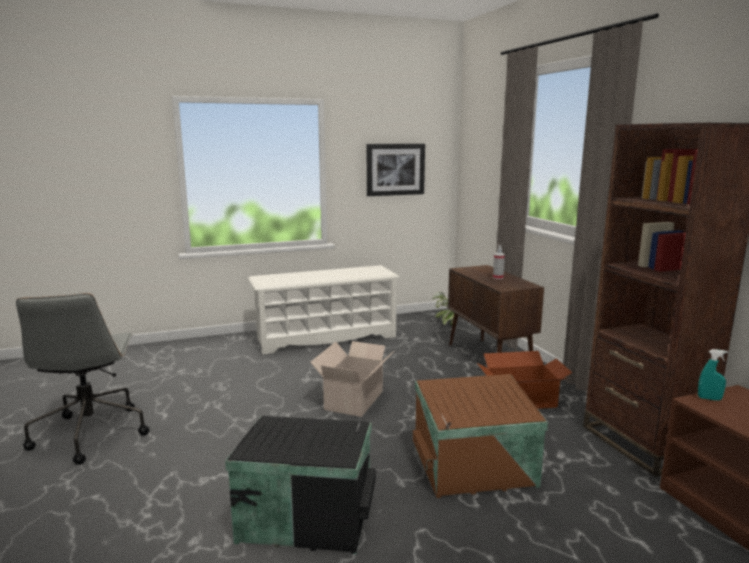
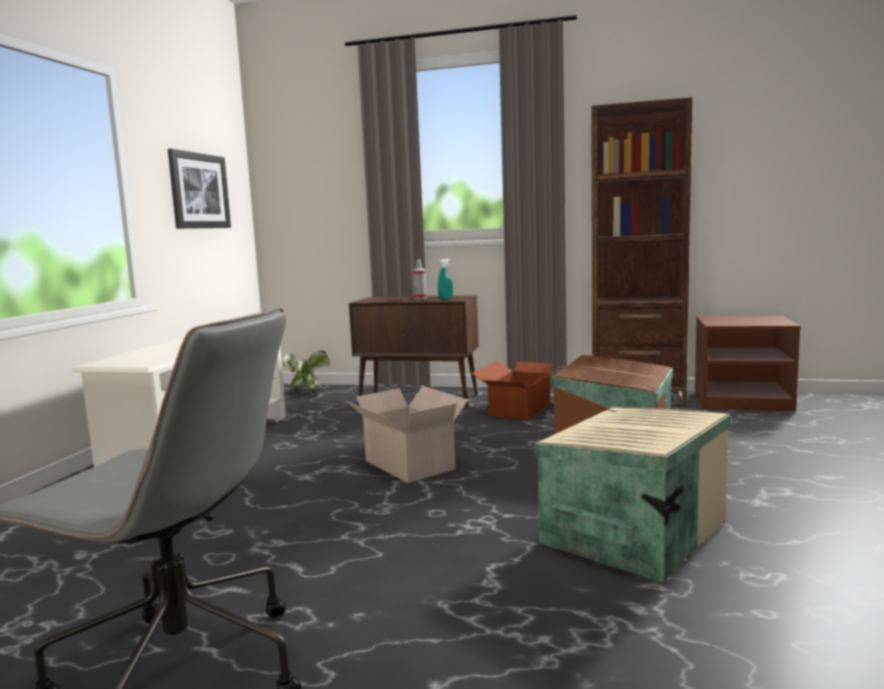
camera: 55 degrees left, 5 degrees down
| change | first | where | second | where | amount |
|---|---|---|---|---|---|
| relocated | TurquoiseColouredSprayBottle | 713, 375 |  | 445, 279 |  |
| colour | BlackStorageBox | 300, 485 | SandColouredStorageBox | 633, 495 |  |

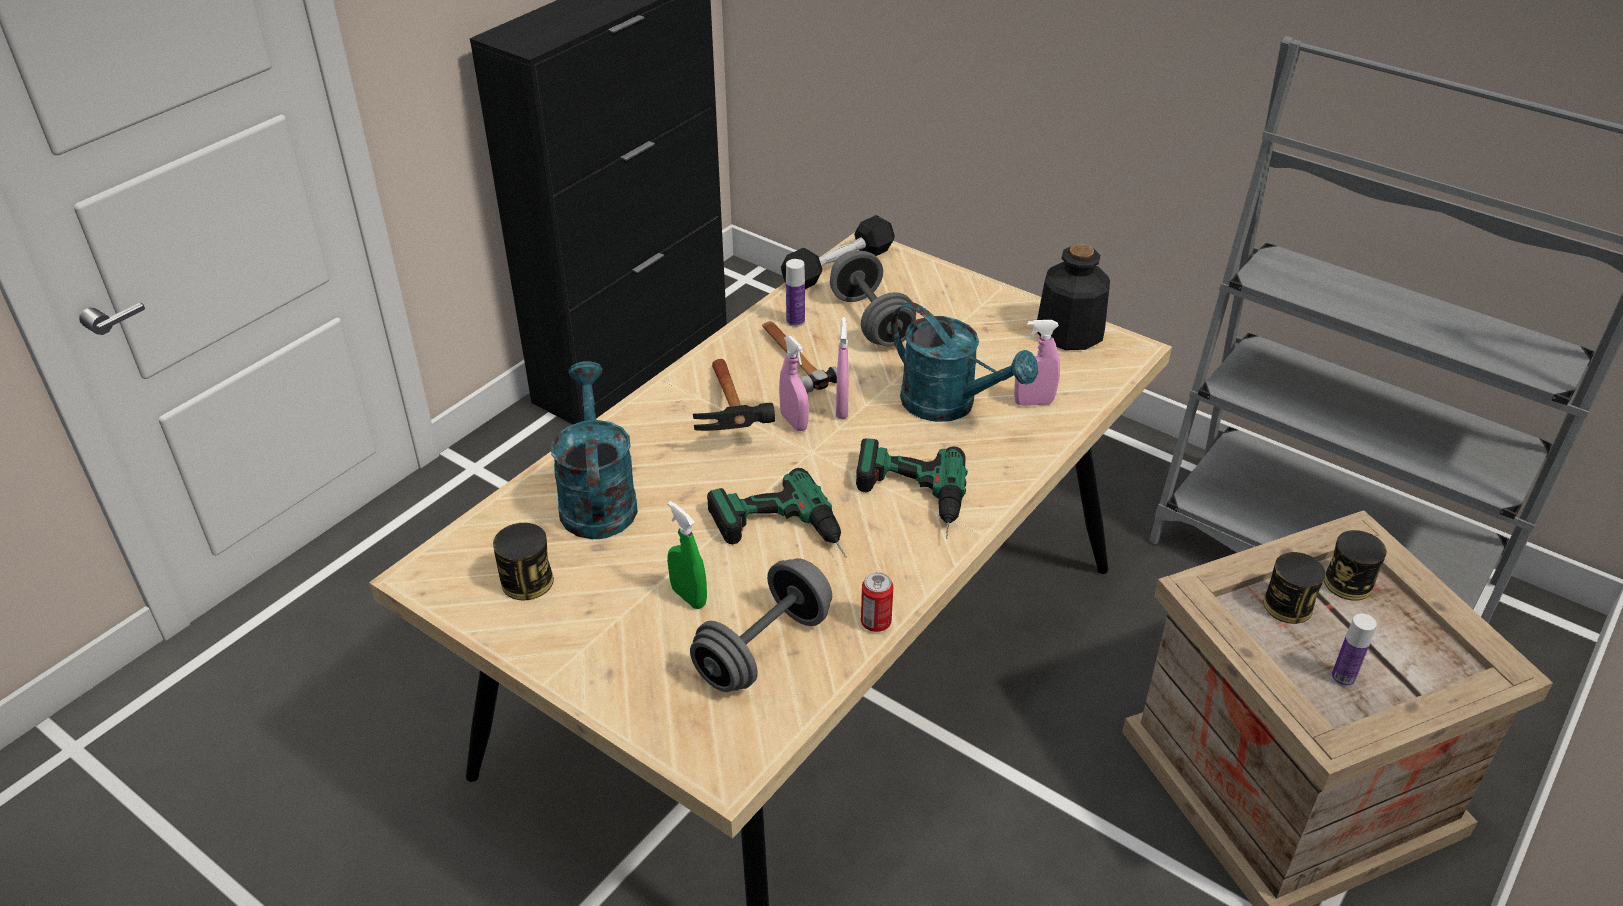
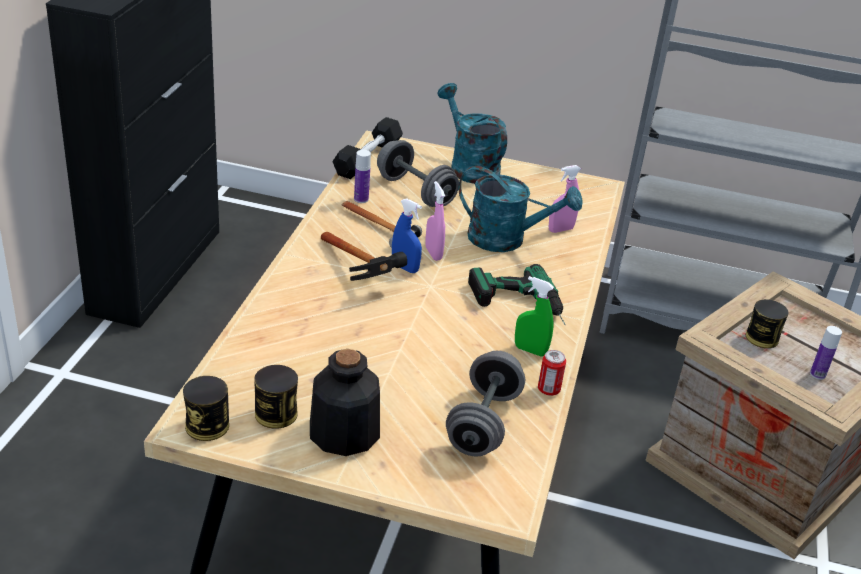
camera: 25 degrees left, 5 degrees down
| change | first | where | second | where | amount |
|---|---|---|---|---|---|
| relocated | Bottle | 1073, 297 |  | 345, 402 |  |
| colour | PinkishSprayBottle | 794, 383 | BluishSprayBottle | 407, 235 |  |
| relocated | TurquoiseColouredWateringCan | 594, 450 |  | 472, 133 |  |
| missing | Drill | 777, 513 |  |  |  |
| relocated | GreenSprayBottle | 687, 555 |  | 534, 316 |  |
| relocated | MetalCan | 1355, 565 |  | 206, 408 |  |

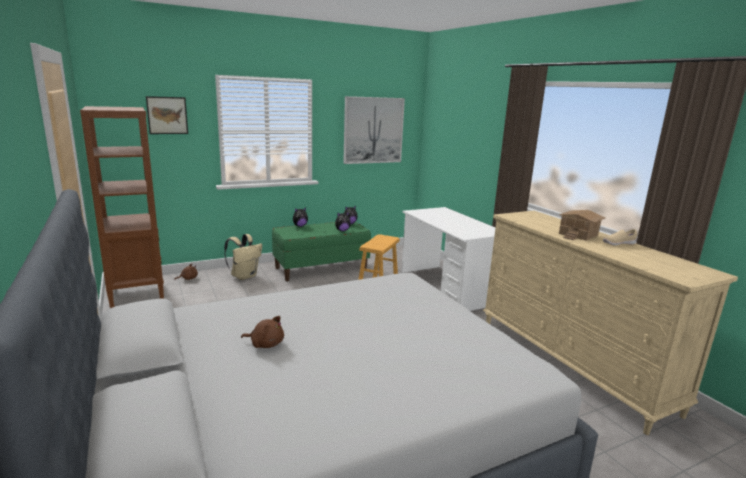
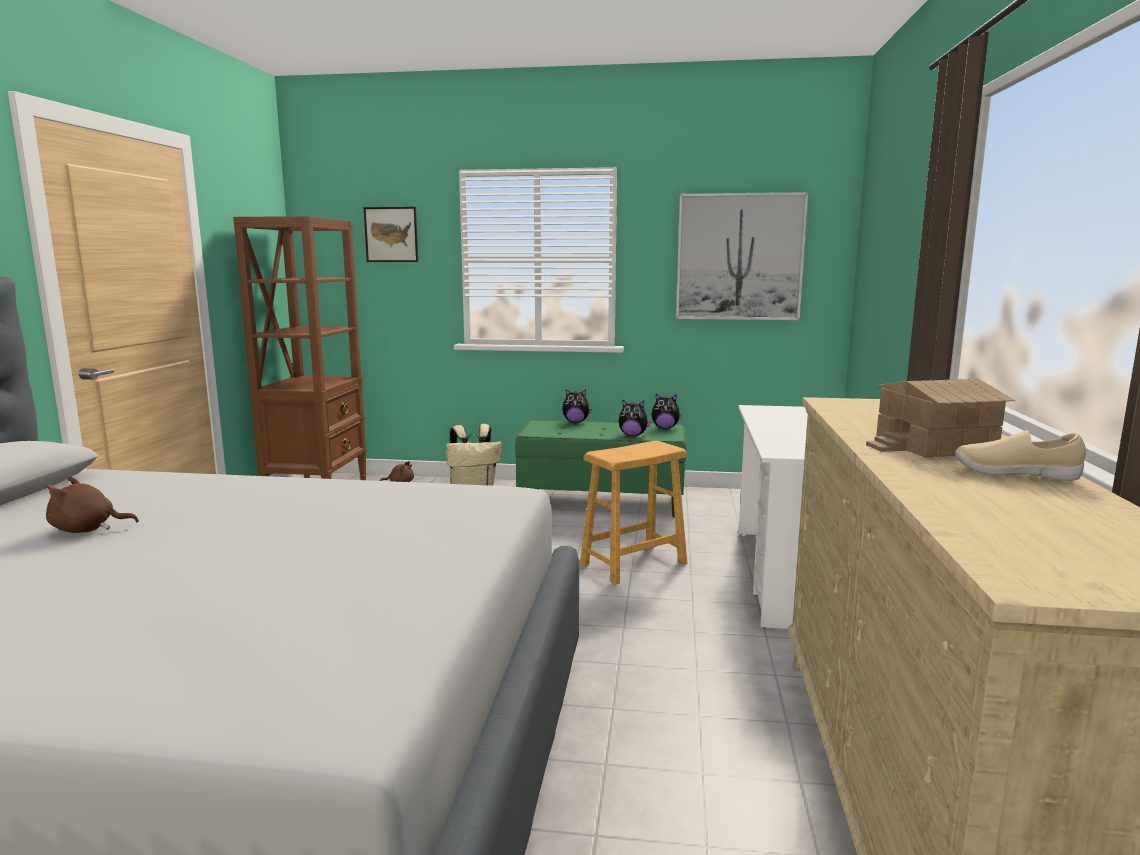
camera: 35 degrees right, 5 degrees down
| change | first | where | second | where | amount |
|---|---|---|---|---|---|
| spun | BrownColouredPlushToy | 262, 332 |  | 92, 505 | 120 degrees clockwise |

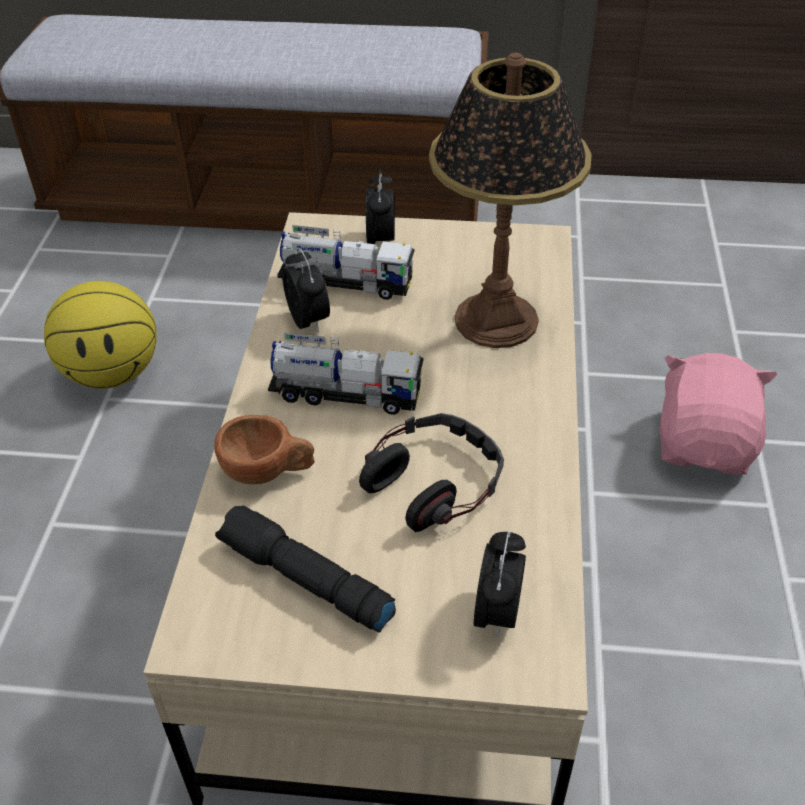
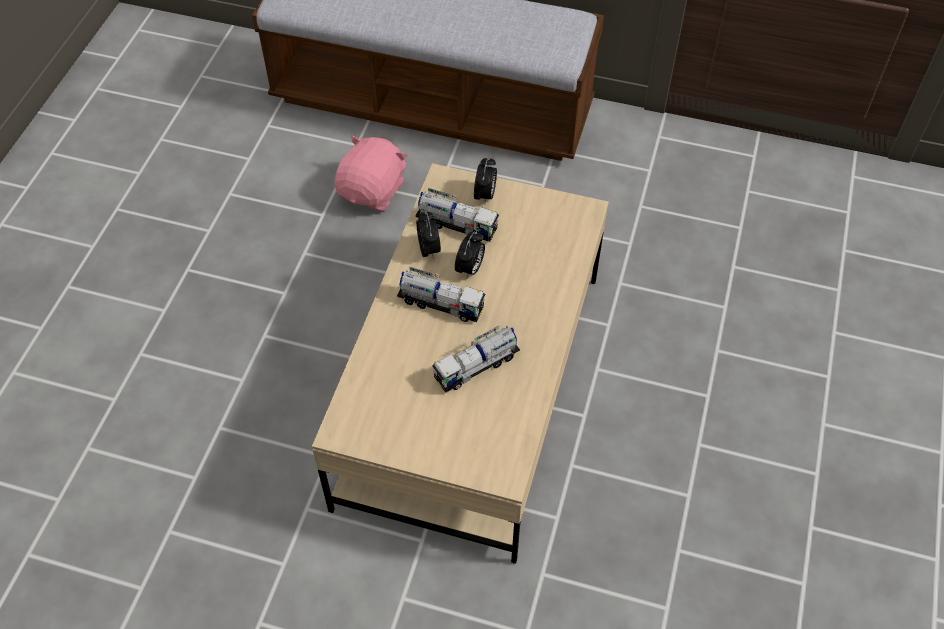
camera: 10 degrees right, 10 degrees up
| change | first | where | second | where | amount |
|---|---|---|---|---|---|
| missing | LampForATable | 510, 200 |  |  |  |
| missing | BallForBasketball | 100, 335 |  |  |  |
| relocated | PinkishPlushToy | 718, 414 |  | 371, 173 |  |
| exchanged | PairOfHeadphones | 431, 472 | ModelTruck | 476, 359 |  |
| missing | BrownColouredDrinkingCup | 264, 449 |  |  |  |
| missing | BlackHandTorch | 305, 569 |  |  |  |
| relocated | TableClock | 500, 585 |  | 470, 254 |  |

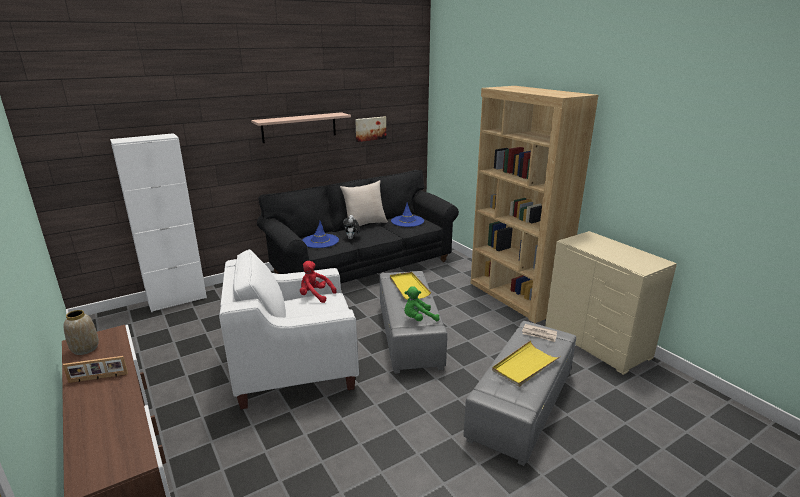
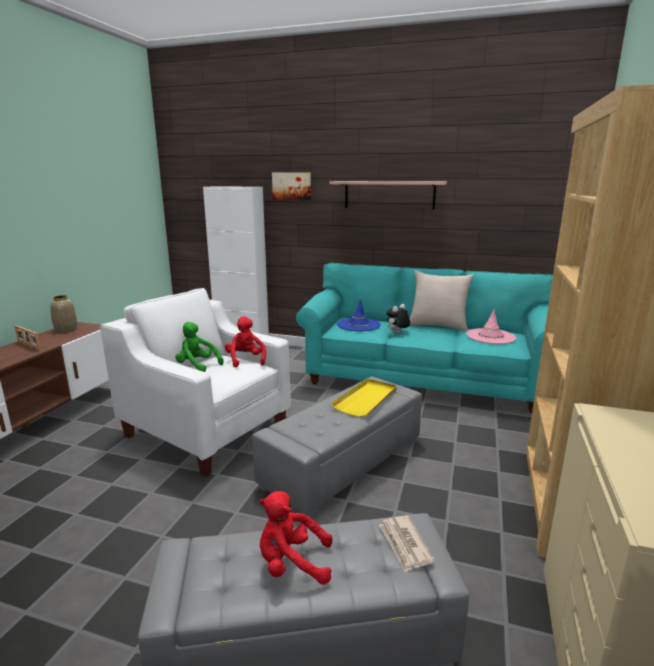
camera: 50 degrees right, 5 degrees down
| change | first | where | second | where | amount |
|---|---|---|---|---|---|
| relocated | WallPicture | 370, 129 |  | 291, 186 |  |
| colour | BlackSettee | 358, 226 | TurquoiseColouredSettee | 424, 338 |  |
| colour | BluishClothingHat | 407, 214 | PinkishClothingHat | 491, 326 |  |
| relocated | GreenPlushToy | 421, 303 |  | 199, 347 |  |
| exchanged | YellowTray | 526, 363 | ReddishPlushToy | 295, 538 |  |

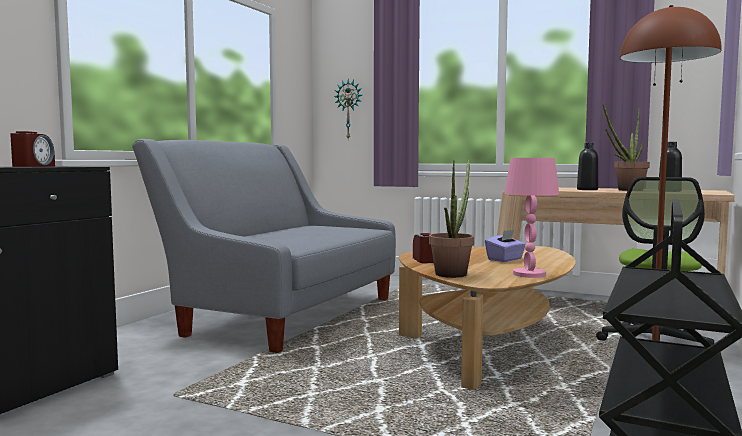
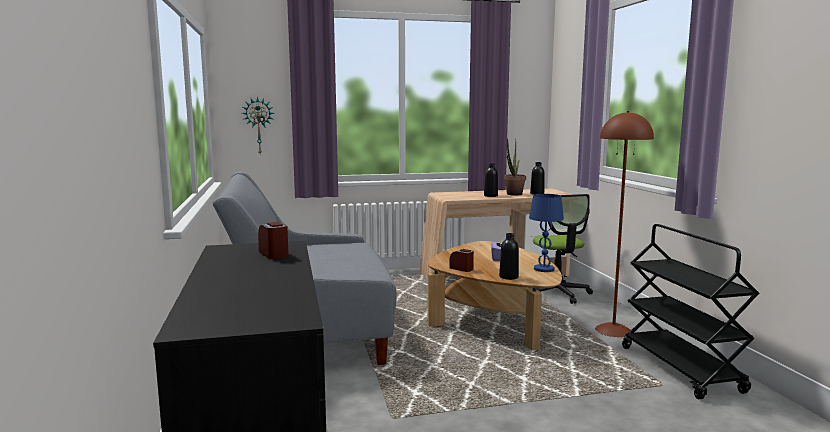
camera: 40 degrees left, 5 degrees up
| change | first | where | second | where | amount |
|---|---|---|---|---|---|
| colour | PinkishLampForATable | 531, 217 | BluishLampForATable | 546, 233 |  |
| exchanged | PottedPlant | 451, 218 | BlackBottle | 509, 256 |  |

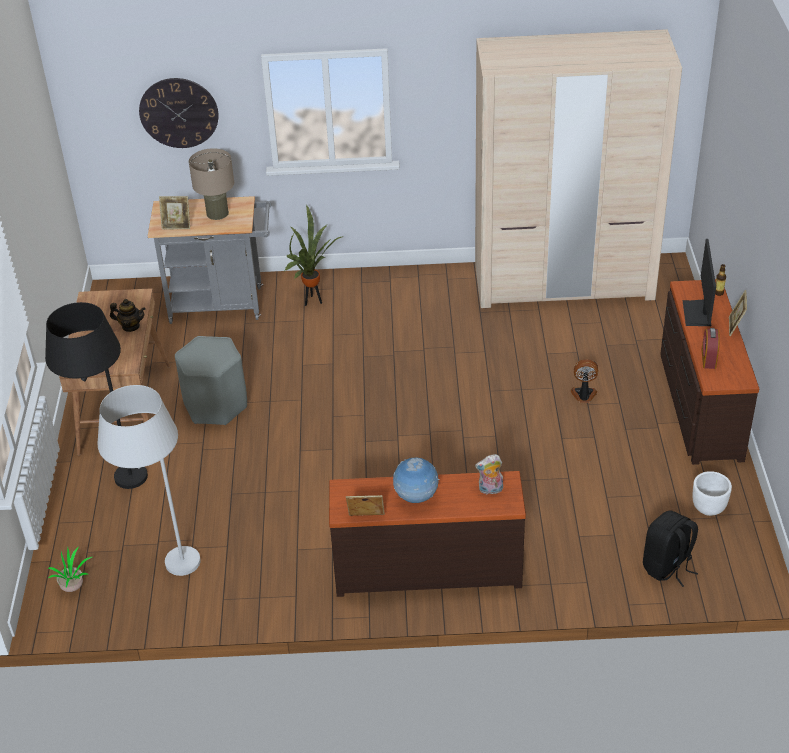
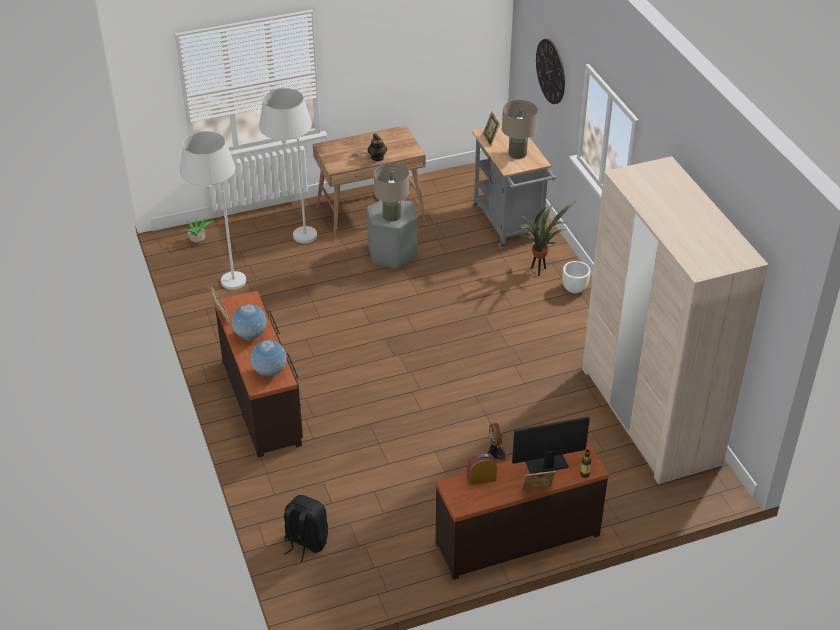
camera: 70 degrees right, 0 degrees up
| change | first | where | second | where | amount |
|---|---|---|---|---|---|
| colour | BlackFloorLamp | 96, 395 | WhiteFloorLamp | 288, 165 |  |
| exchanged | PlushToy | 489, 474 | Globe | 269, 358 |  |
| relocated | WhitePlantPot | 712, 493 |  | 576, 277 |  |
| appeared |  |  | SandColouredLampForATable | 391, 192 |  |

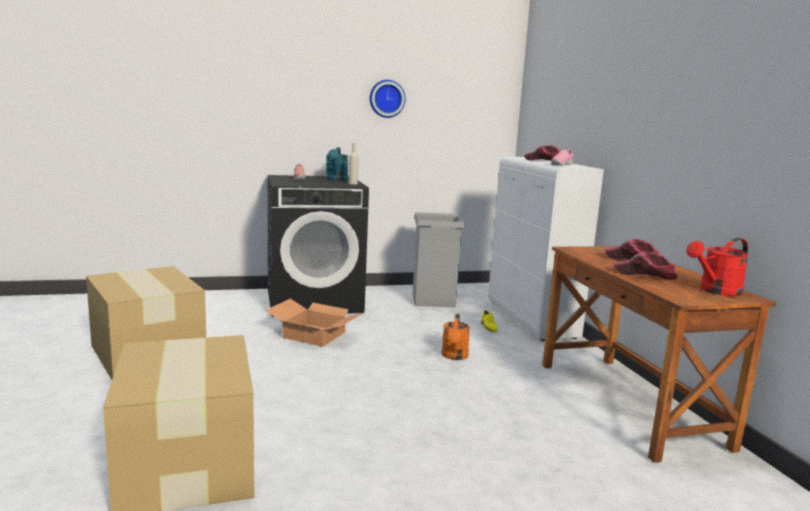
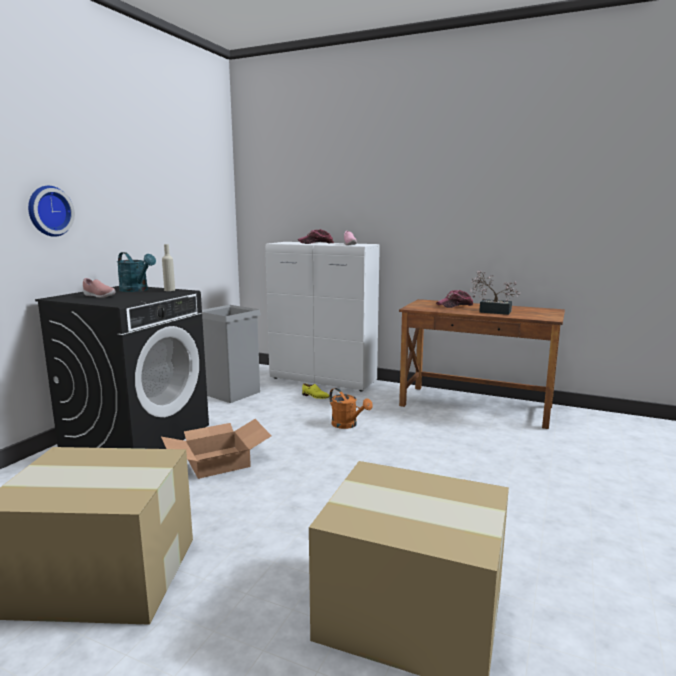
camera: 50 degrees left, 0 degrees up
| change | first | where | second | where | amount |
|---|---|---|---|---|---|
| relocated | WallClock | 387, 99 |  | 51, 211 |  |
| missing | ReddishWateringCan | 717, 267 |  |  |  |
| exchanged | Cap | 645, 265 | PottedPlant | 495, 293 |  |

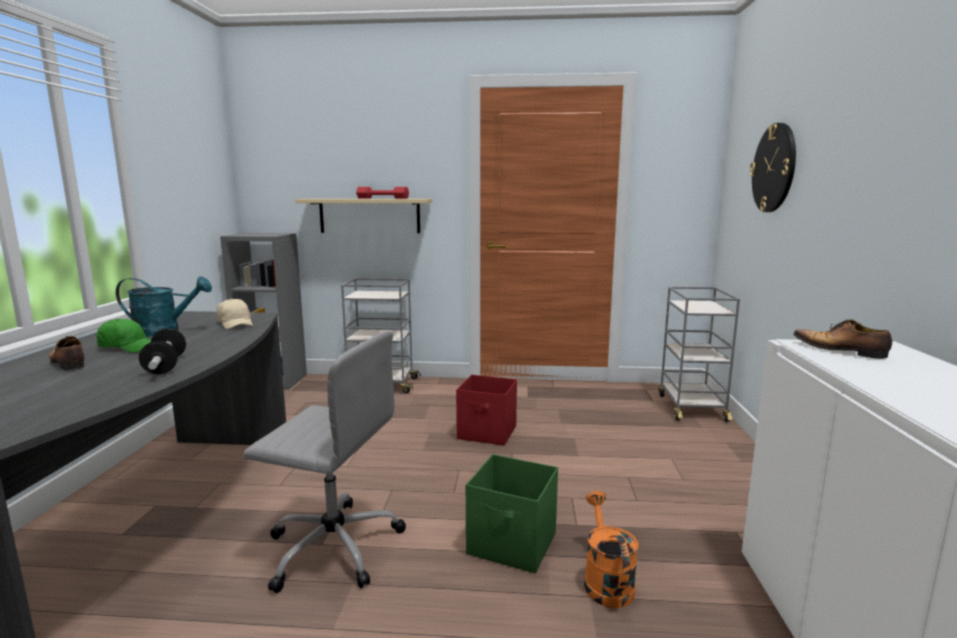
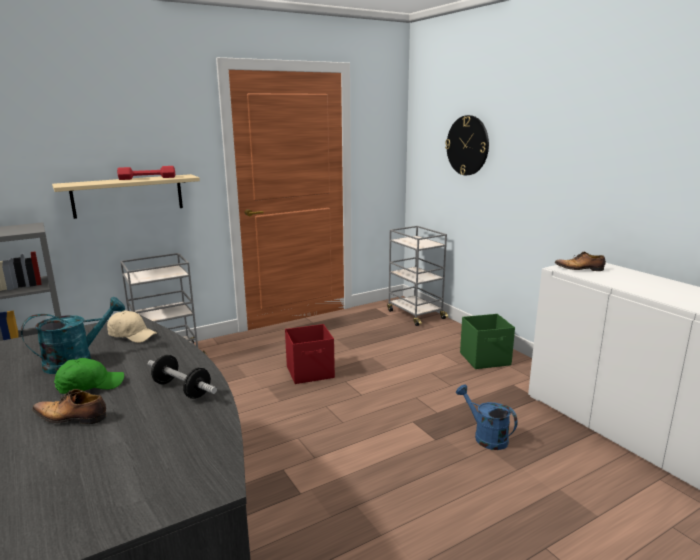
camera: 35 degrees left, 5 degrees up
| change | first | where | second | where | amount |
|---|---|---|---|---|---|
| missing | GreyDeskChair | 324, 462 |  |  |  |
| relocated | GreenStorageBox | 512, 513 |  | 487, 341 |  |
| colour | OrangeWateringCan | 611, 549 | BluishWateringCan | 487, 417 |  |

